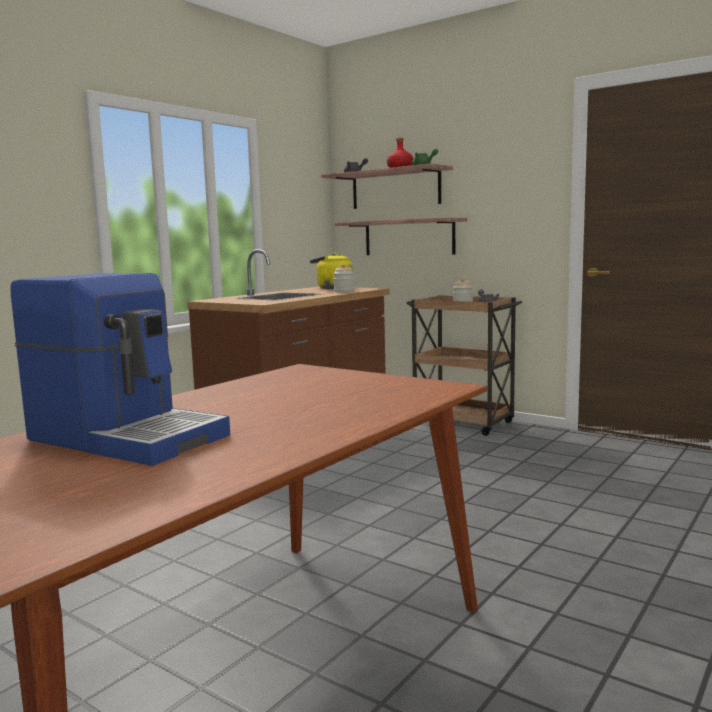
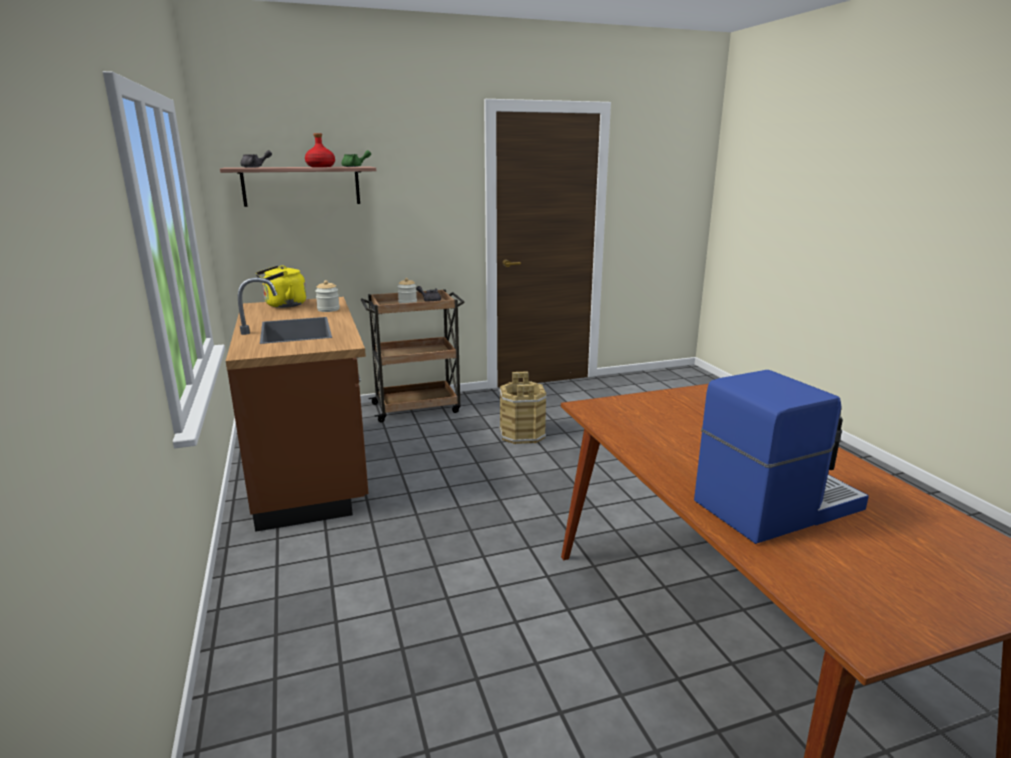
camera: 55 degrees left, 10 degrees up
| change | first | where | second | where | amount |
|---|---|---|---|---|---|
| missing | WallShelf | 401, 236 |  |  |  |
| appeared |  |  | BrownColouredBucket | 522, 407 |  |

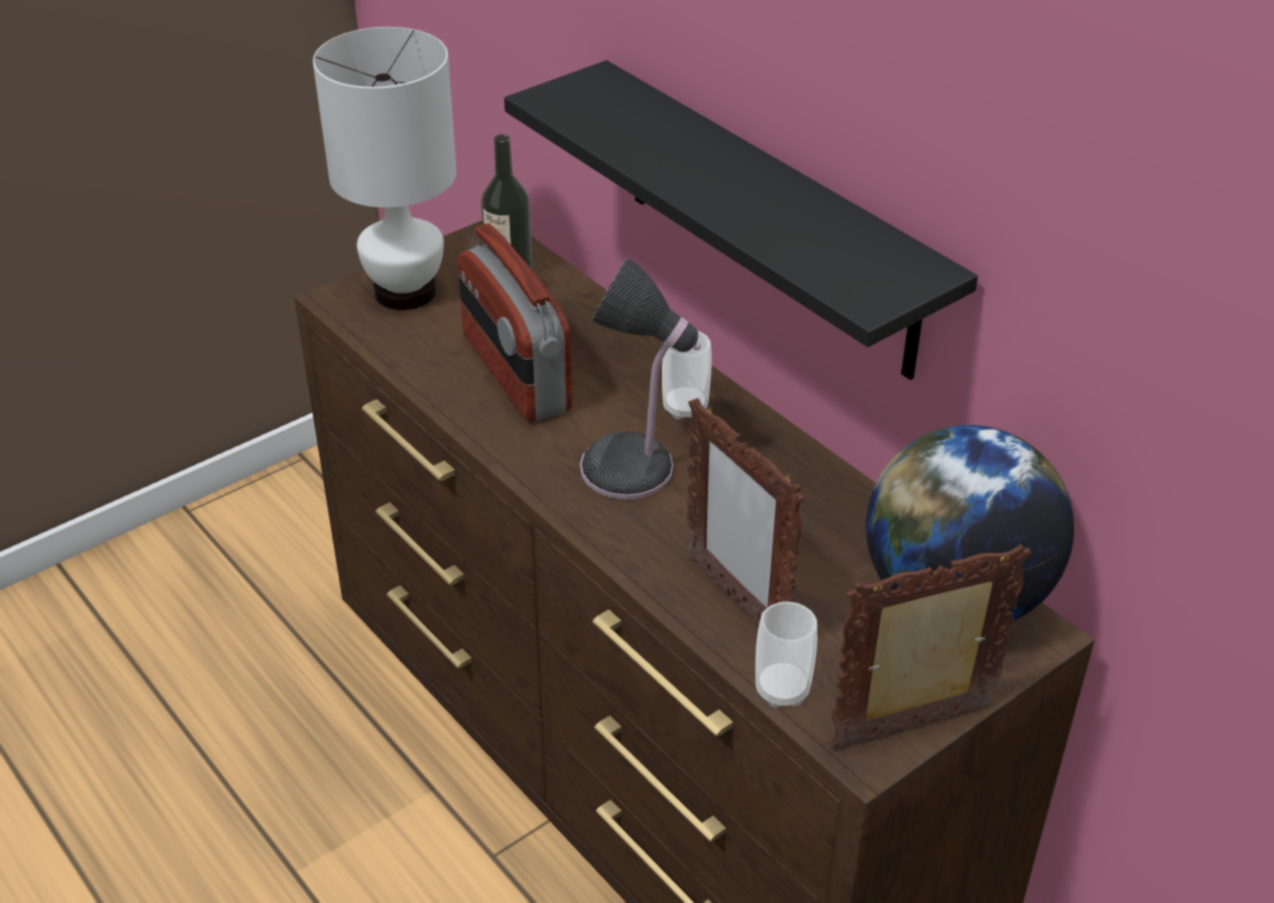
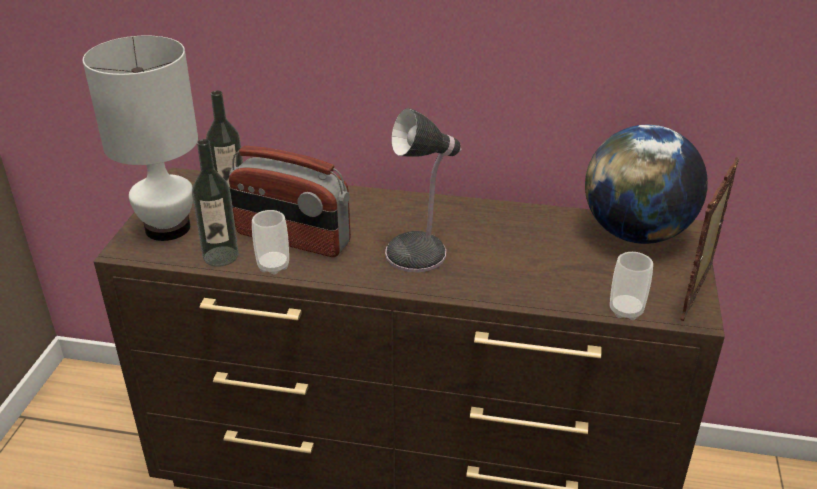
camera: 40 degrees left, 5 degrees down
| change | first | where | second | where | amount |
|---|---|---|---|---|---|
| missing | BlackWallShelf | 741, 220 |  |  |  |
| relocated | DrinkingCup | 687, 375 |  | 270, 242 |  |
| missing | PhotoFrame | 745, 512 |  |  |  |
| appeared |  |  | Bottle | 215, 203 |  |

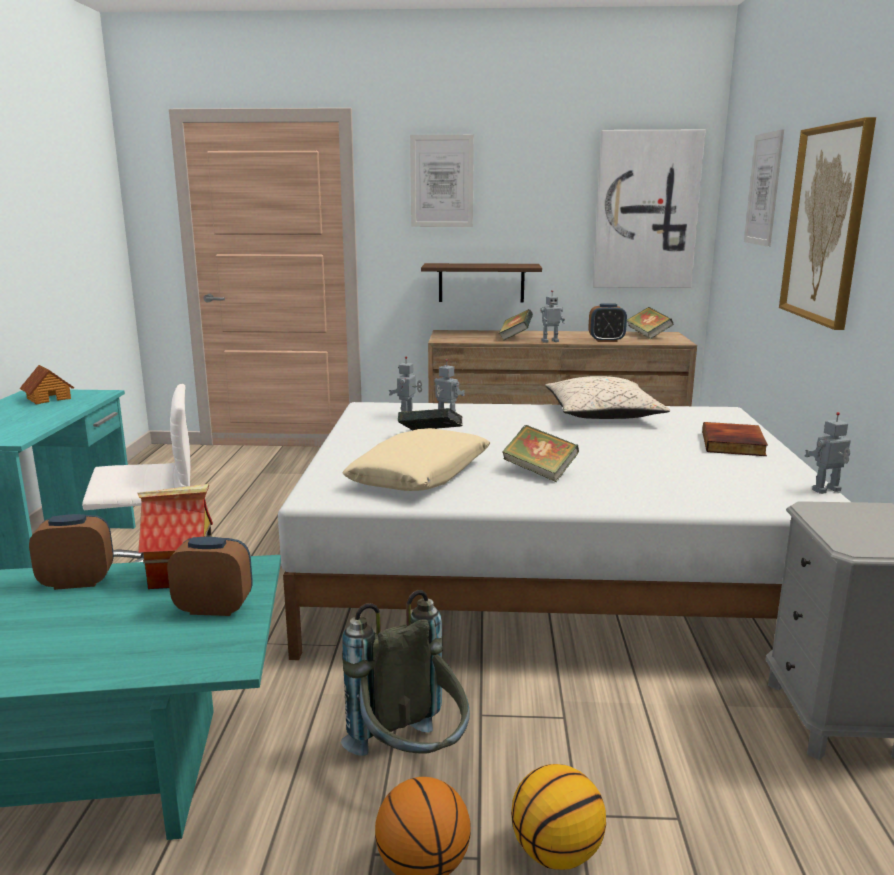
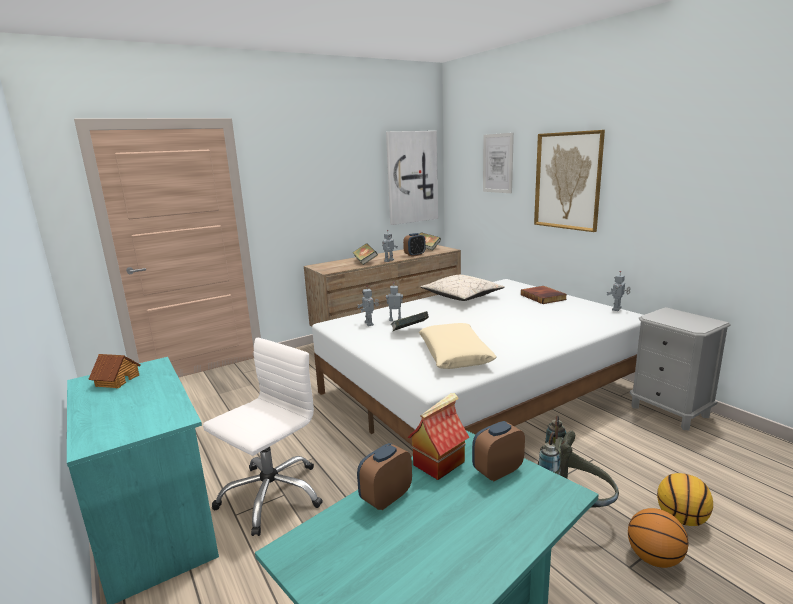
camera: 35 degrees left, 0 degrees up
| change | first | where | second | where | amount |
|---|---|---|---|---|---|
| missing | WallPicture | 442, 181 |  |  |  |
| missing | WallShelf | 481, 282 |  |  |  |
| missing | Book | 540, 453 |  |  |  |

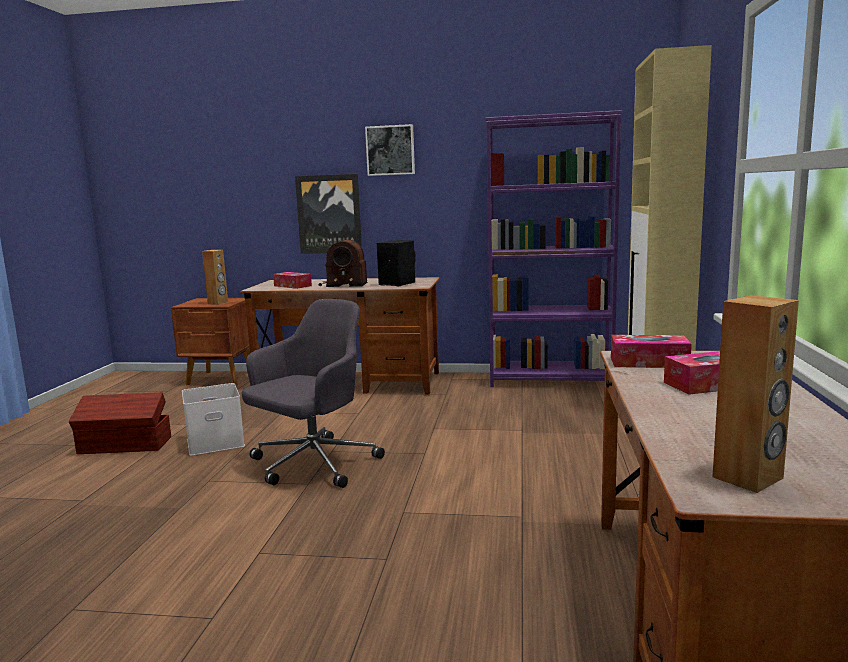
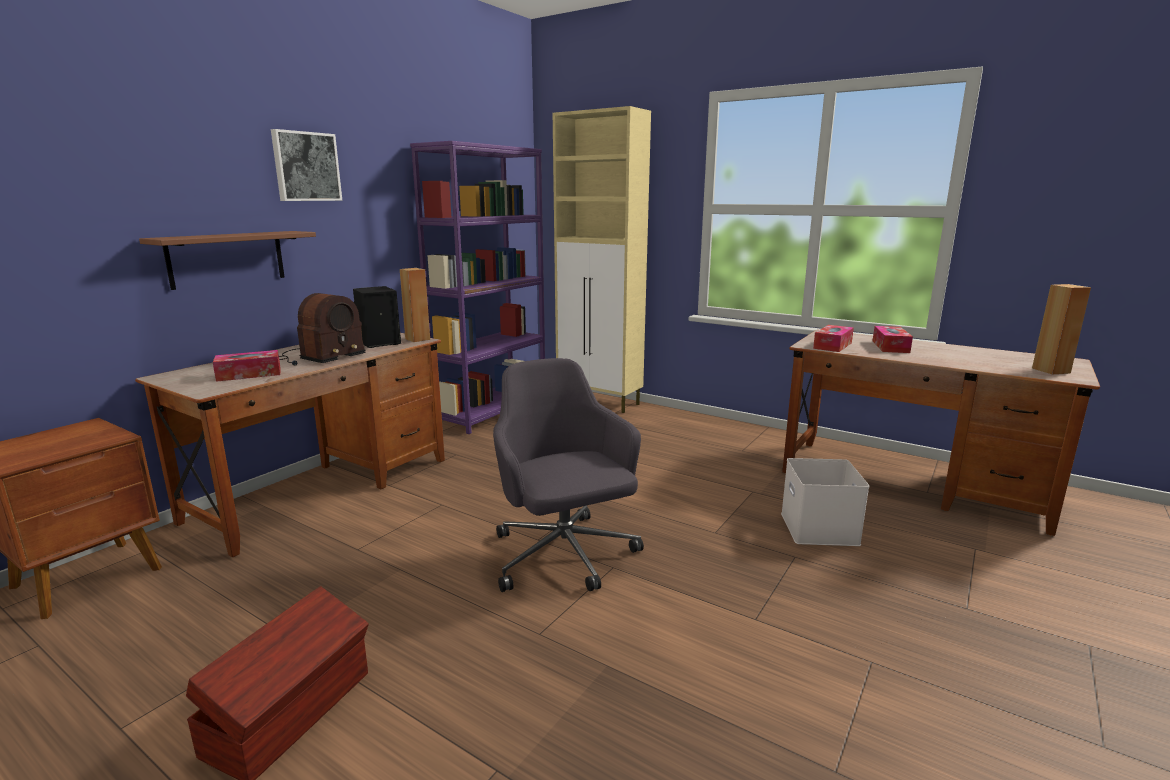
camera: 65 degrees left, 5 degrees up
| change | first | where | second | where | amount |
|---|---|---|---|---|---|
| exchanged | WallPicture | 328, 214 | BrownColouredWallShelf | 227, 260 |  |
| relocated | BrownColouredLoudspeaker | 215, 277 |  | 415, 305 |  |
| relocated | WhiteStorageBox | 213, 419 |  | 825, 502 |  |

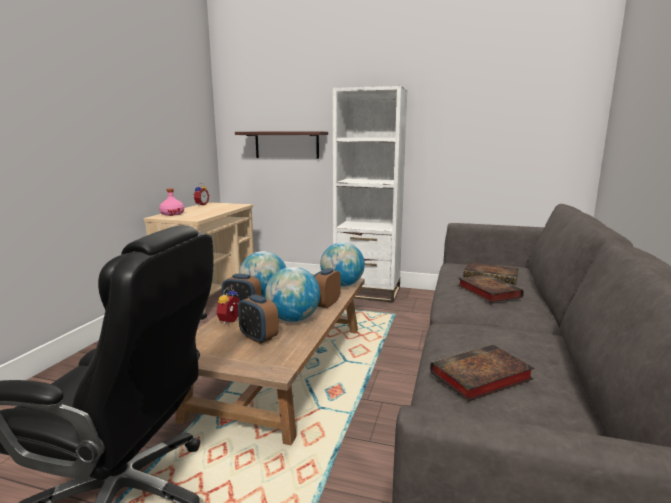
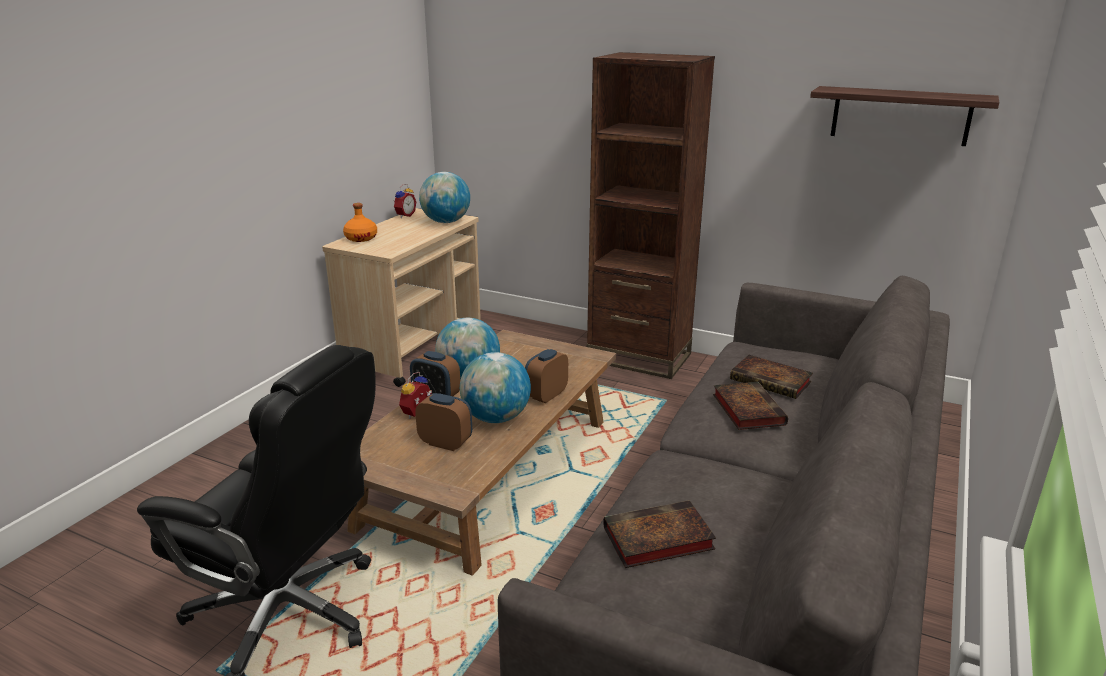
camera: 10 degrees right, 10 degrees up
| change | first | where | second | where | amount |
|---|---|---|---|---|---|
| colour | WhiteBookcase | 370, 194 | BrownColouredBookcase | 651, 215 |  |
| relocated | WallShelf | 281, 145 |  | 904, 116 |  |
| colour | PinkishBottle | 171, 202 | OrangeBottle | 360, 222 |  |
| relocated | Globe | 342, 264 |  | 444, 197 |  |
| spun | TableClock | 258, 319 |  | 443, 422 | 150 degrees clockwise |

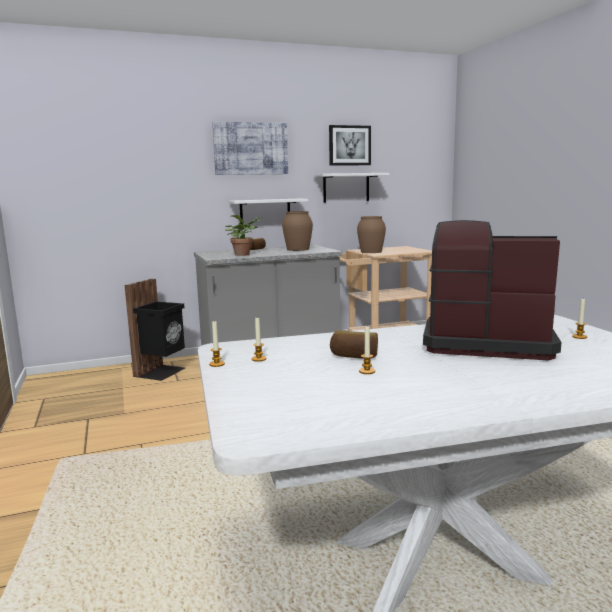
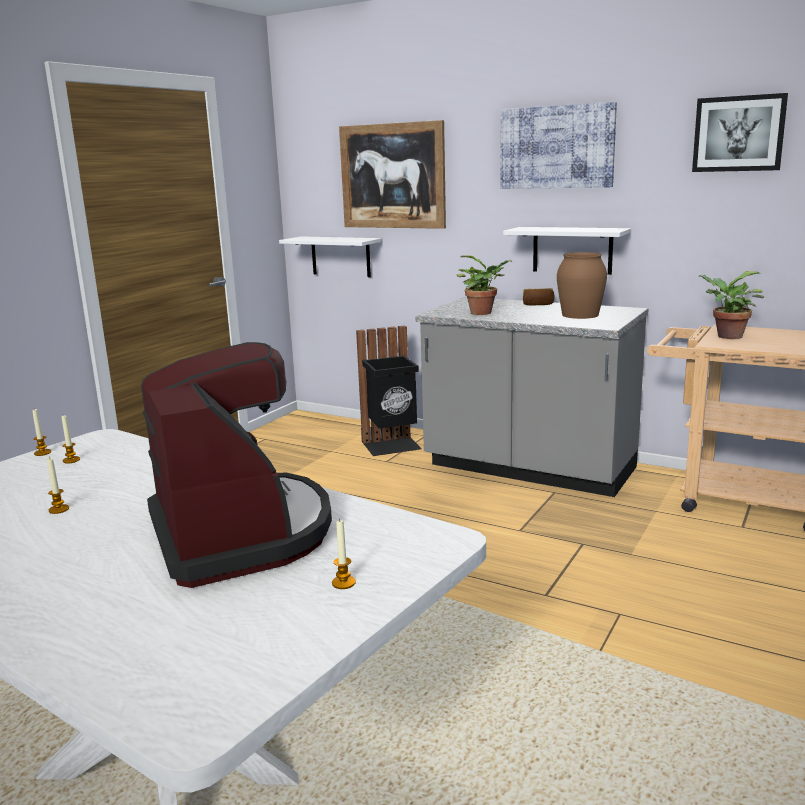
camera: 50 degrees right, 5 degrees up
| change | first | where | second | where | amount |
|---|---|---|---|---|---|
| relocated | WhiteWallShelf | 351, 188 |  | 330, 256 |  |
| exchanged | BrownColouredDecorativeVase | 371, 234 | PottedPlant | 732, 305 |  |
| missing | BakedBread | 354, 344 |  |  |  |
| appeared |  |  | WallPicture | 392, 174 |  |

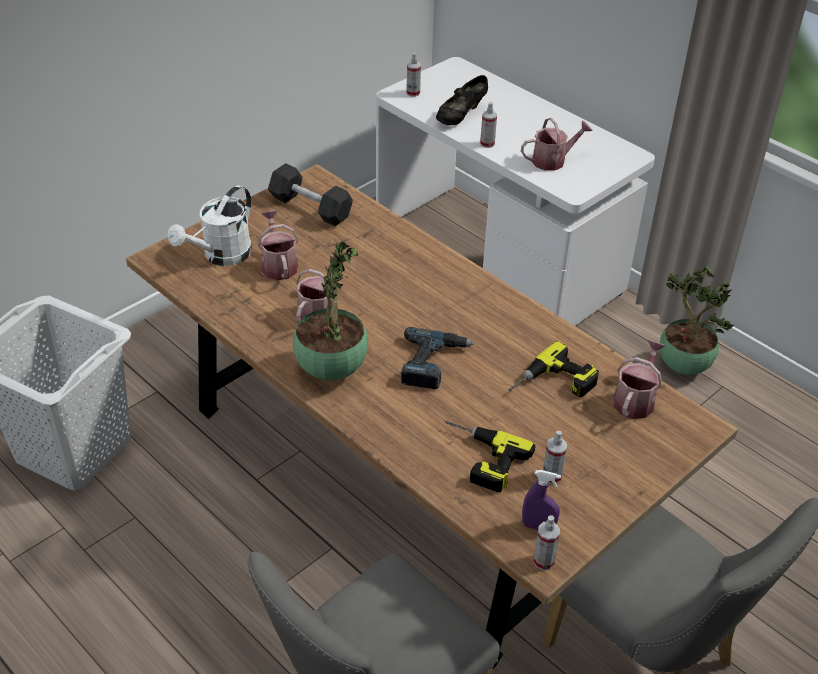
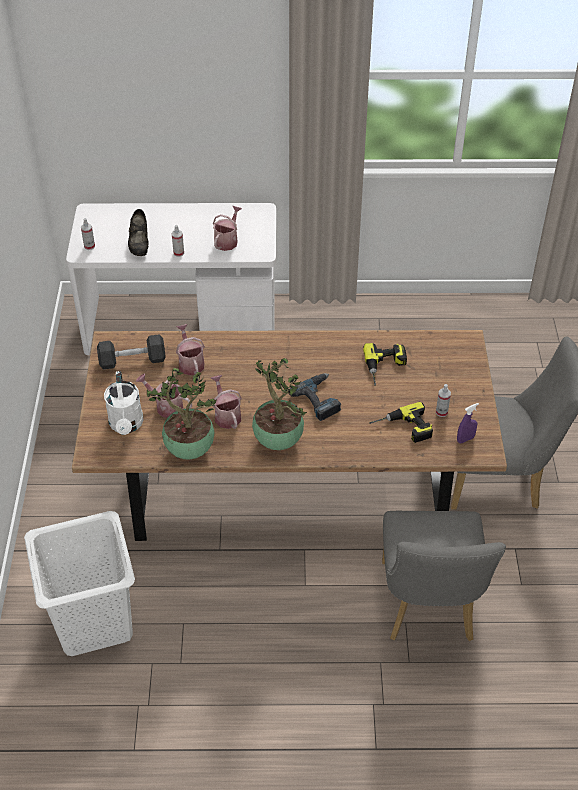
camera: 45 degrees left, 5 degrees up
| change | first | where | second | where | amount |
|---|---|---|---|---|---|
| relocated | PottedPlant | 696, 320 |  | 182, 414 |  |
| relocated | WateringCan | 639, 379 |  | 190, 349 |  |
| missing | SprayBottle | 546, 542 |  |  |  |

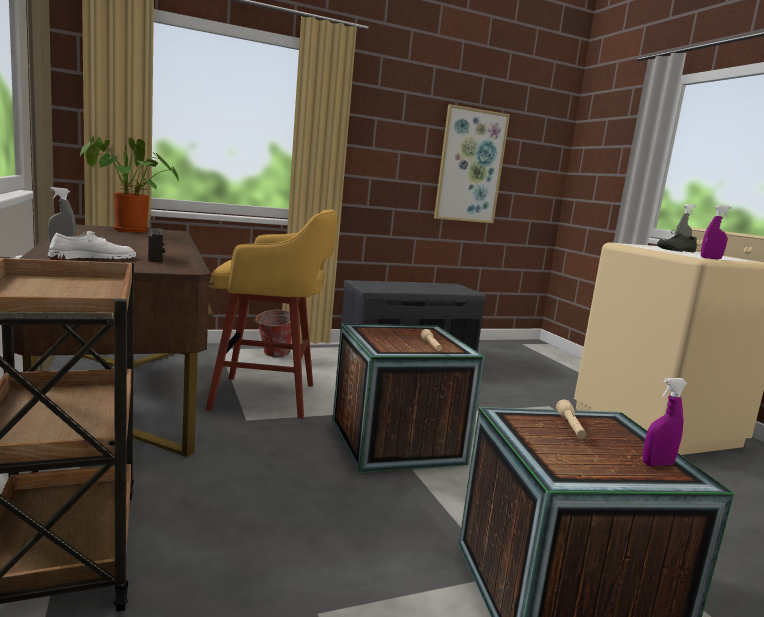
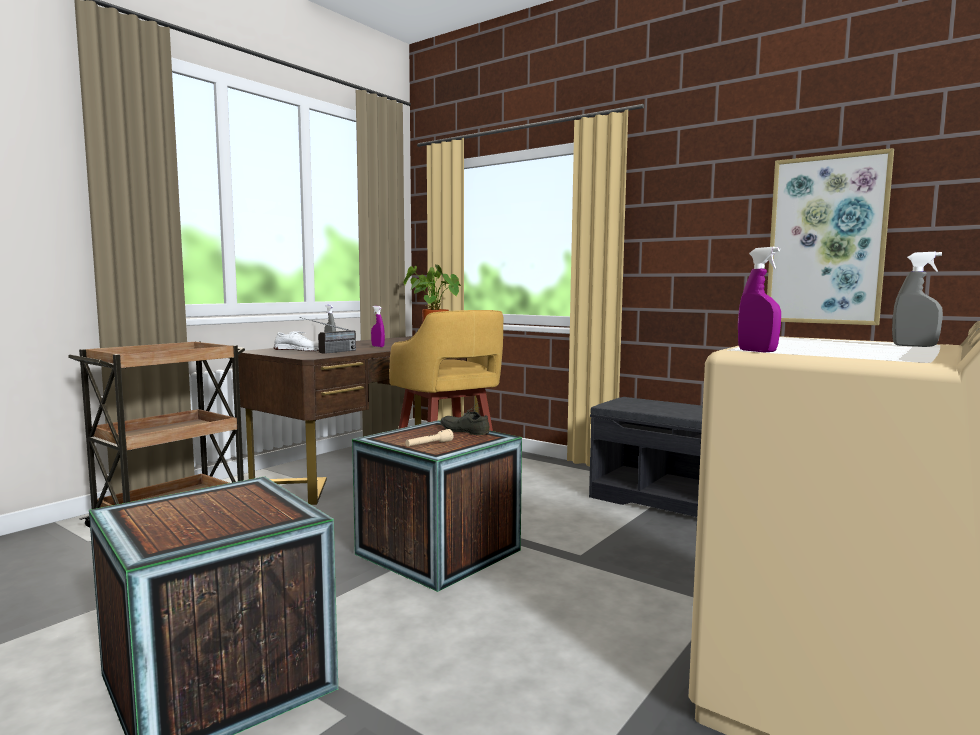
camera: 60 degrees right, 5 degrees down
| change | first | where | second | where | amount |
|---|---|---|---|---|---|
| relocated | GreyItemOfFootwear | 677, 239 |  | 465, 418 |  |
| missing | Bucket | 273, 333 |  |  |  |
| relocated | PurpleSprayBottle | 665, 422 |  | 378, 326 |  |
| missing | SandColouredHandTorch | 571, 419 |  |  |  |

